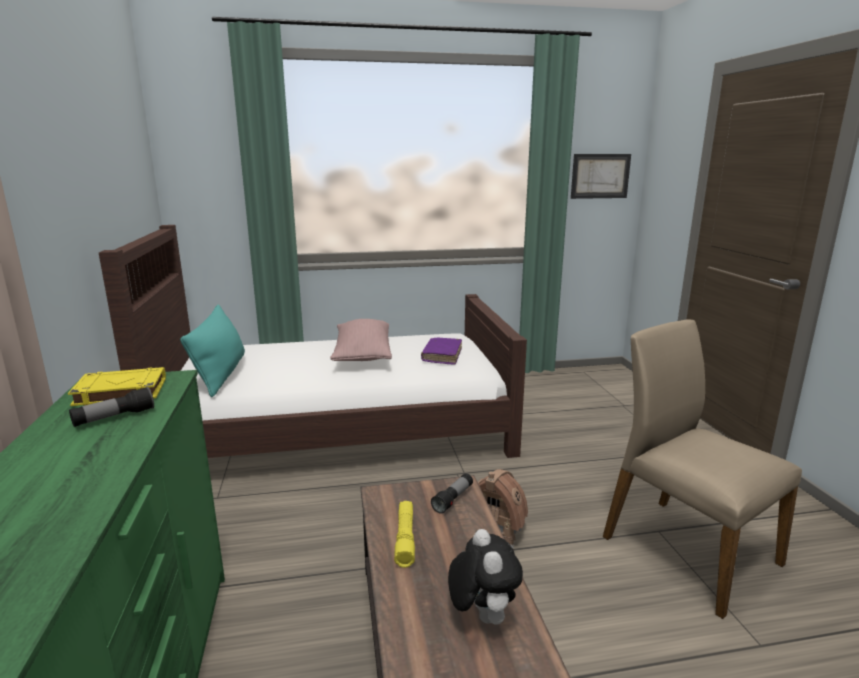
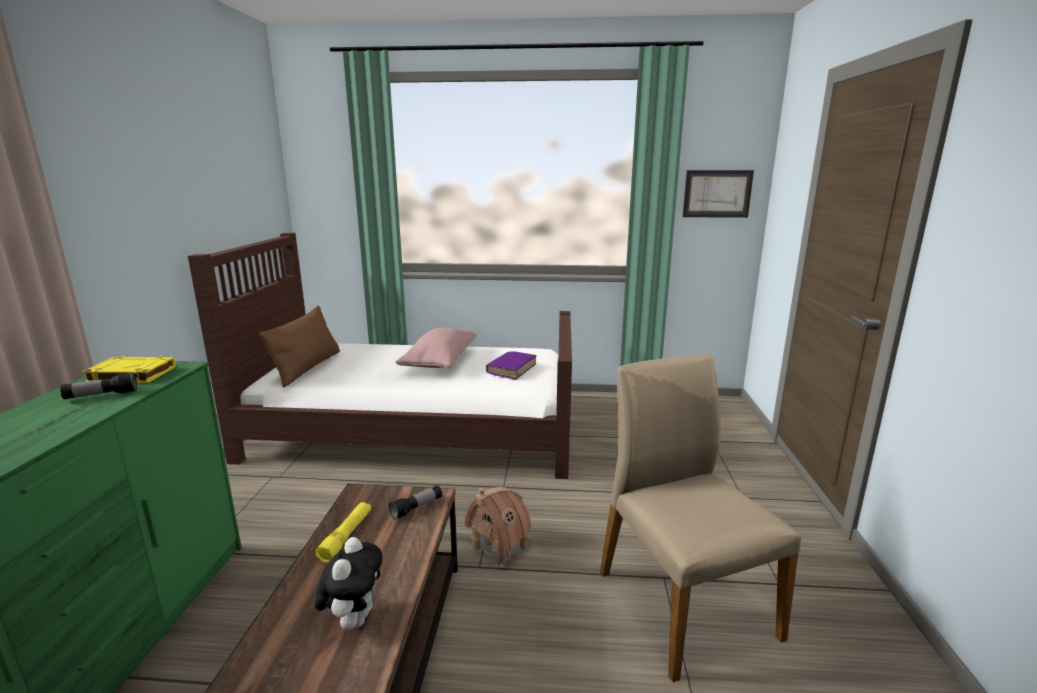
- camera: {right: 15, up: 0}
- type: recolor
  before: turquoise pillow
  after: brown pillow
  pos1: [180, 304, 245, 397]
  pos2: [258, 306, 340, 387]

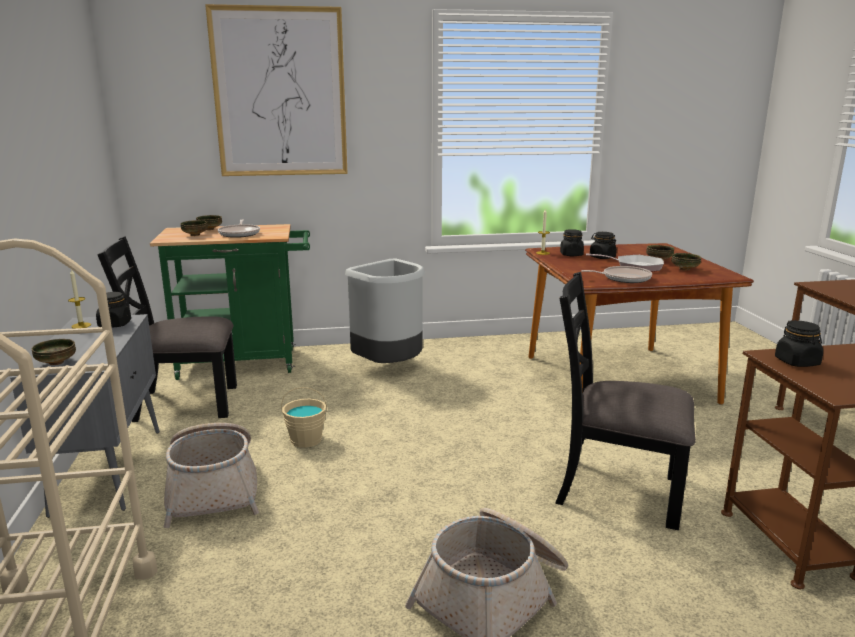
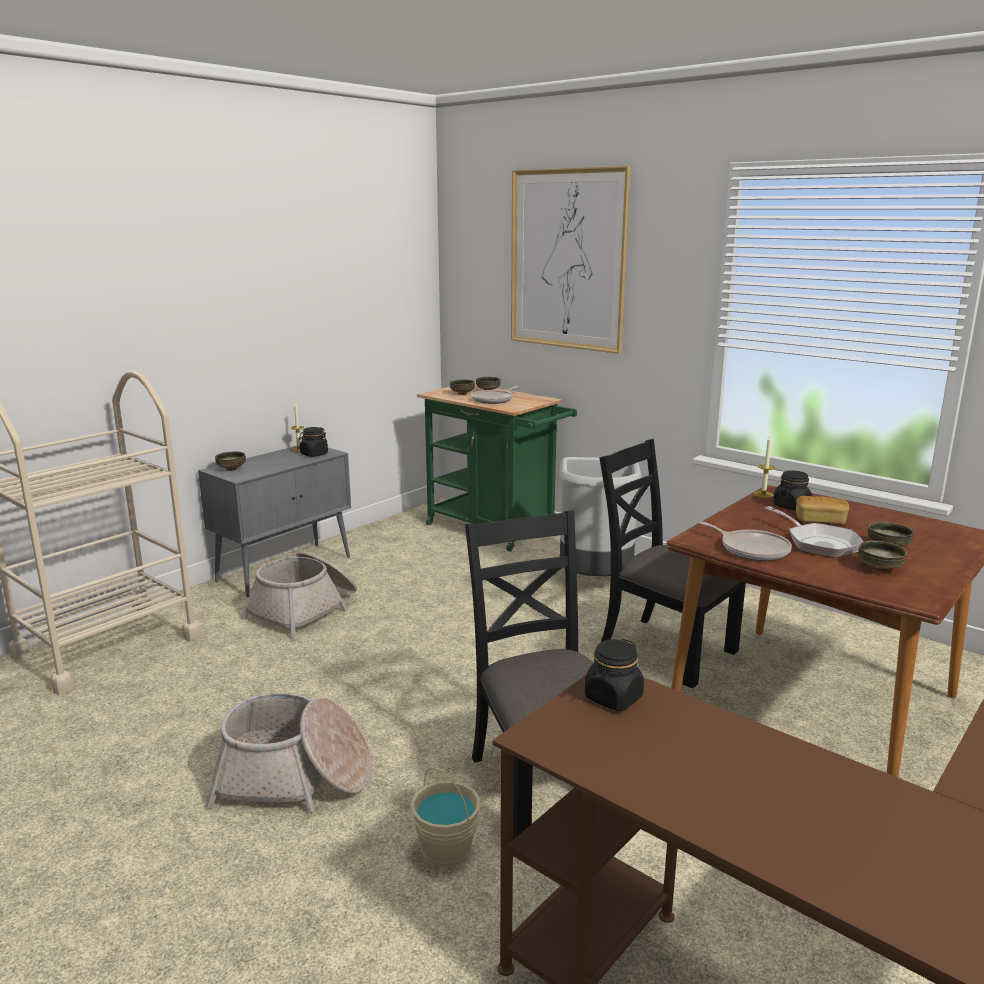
- camera: {right: 50, up: 0}
- type: move
  before: black chair
  pos1: [97, 236, 237, 422]
  pos2: [599, 439, 746, 688]
- type: move
  before: beige bucket
  pos1: [281, 387, 327, 448]
  pos2: [411, 768, 480, 868]
- type: replace
  before: black jar
  after: bread
  pos1: [590, 232, 617, 259]
  pos2: [796, 496, 849, 524]

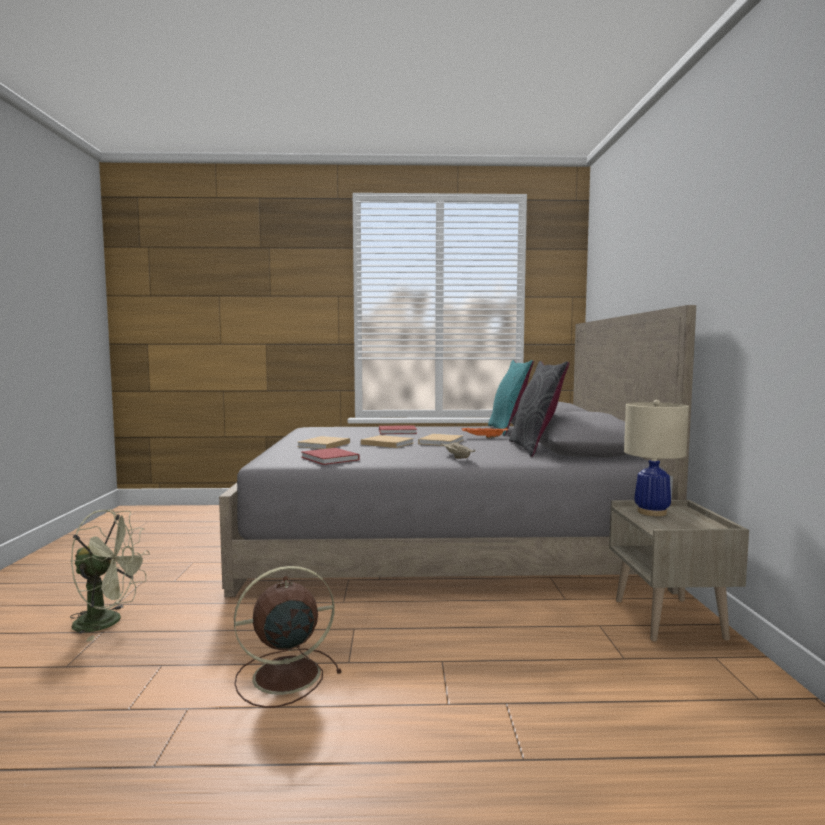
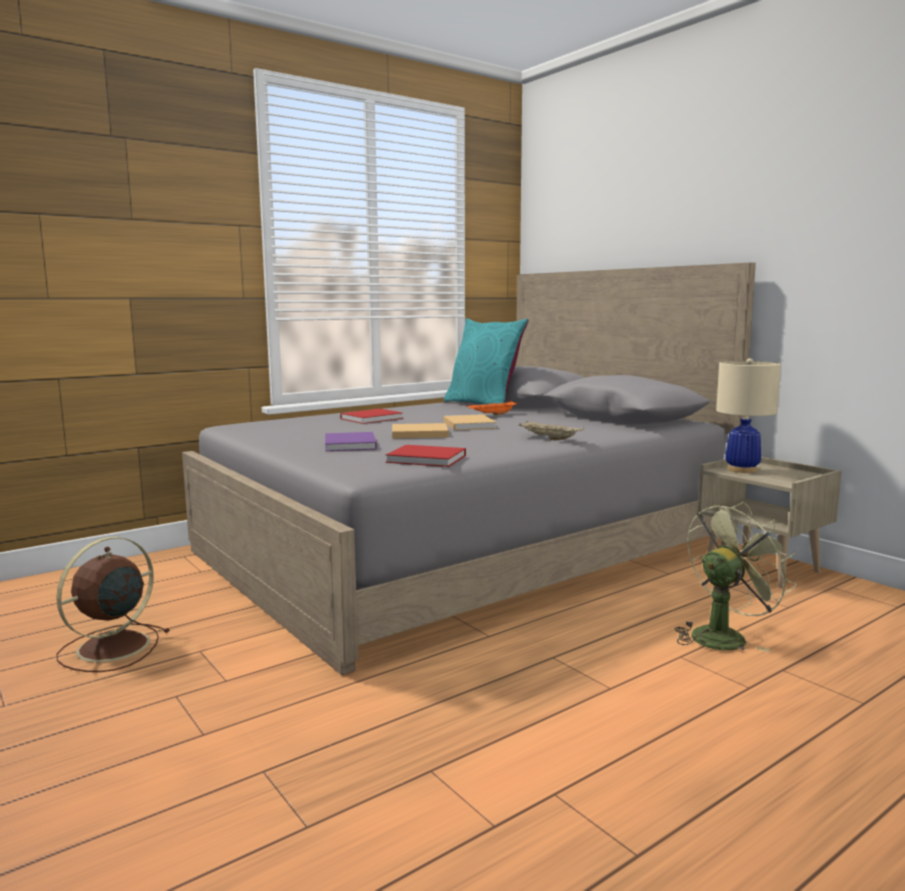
- camera: {right: -35, up: 5}
- type: delete
  before: grey pillow
  pos1: [509, 361, 569, 457]
- type: move
  before: green fan
  pos1: [70, 509, 150, 642]
  pos2: [675, 502, 797, 652]
- type: move
  before: brown fan
  pos1: [234, 566, 342, 708]
  pos2: [56, 537, 170, 672]
- type: recolor
  before: beige book
  after: purple book
  pos1: [297, 436, 350, 449]
  pos2: [325, 432, 377, 451]

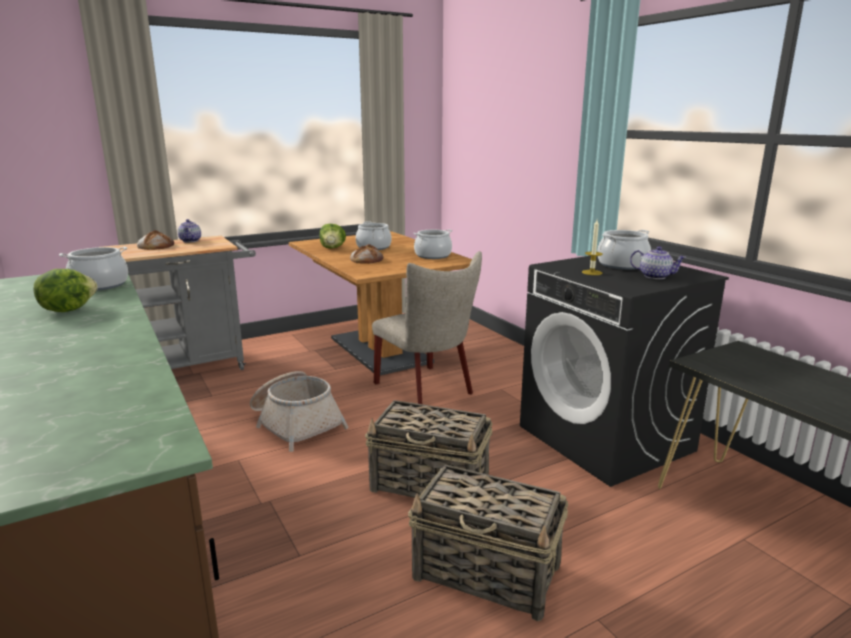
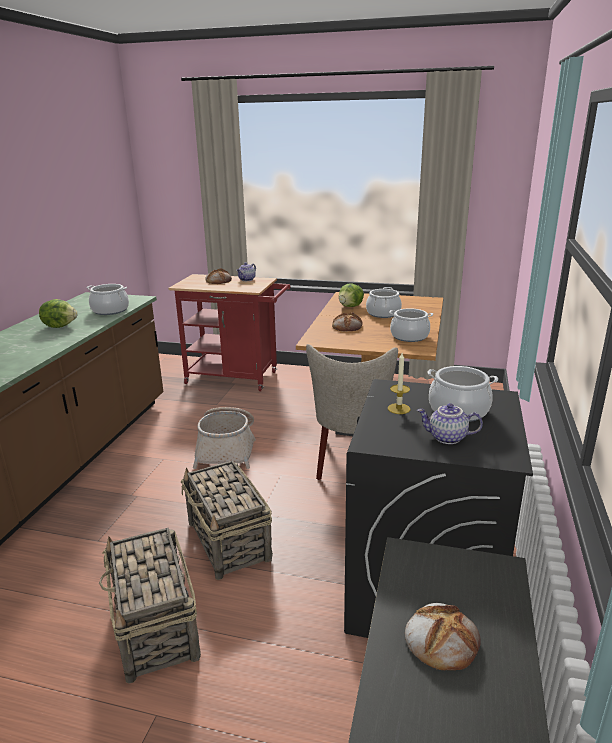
- camera: {right: 45, up: 5}
- type: insert
  after: bread
  pos2: [405, 603, 481, 670]
- type: recolor
  before: grey cart
  after: red cart
  pos1: [104, 236, 256, 370]
  pos2: [168, 274, 291, 391]
- type: rotate
  before: teapot
  pos1: [630, 246, 687, 279]
  pos2: [417, 403, 483, 444]
  turn: 120

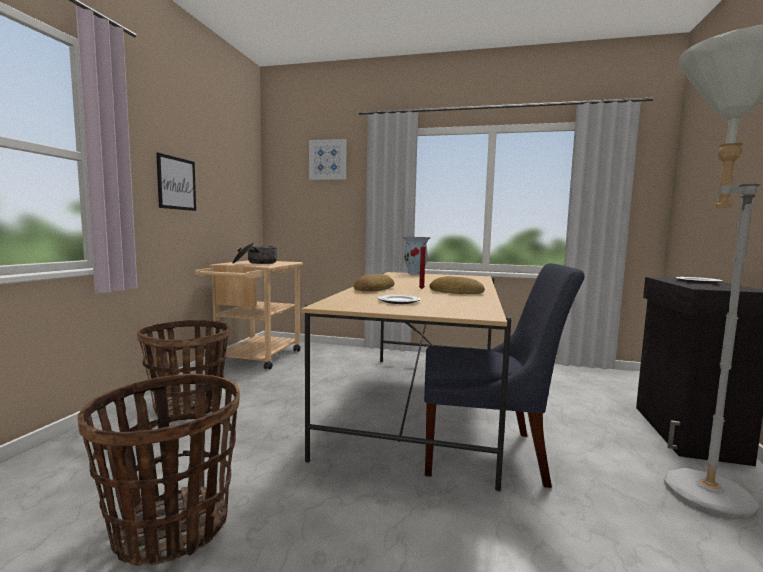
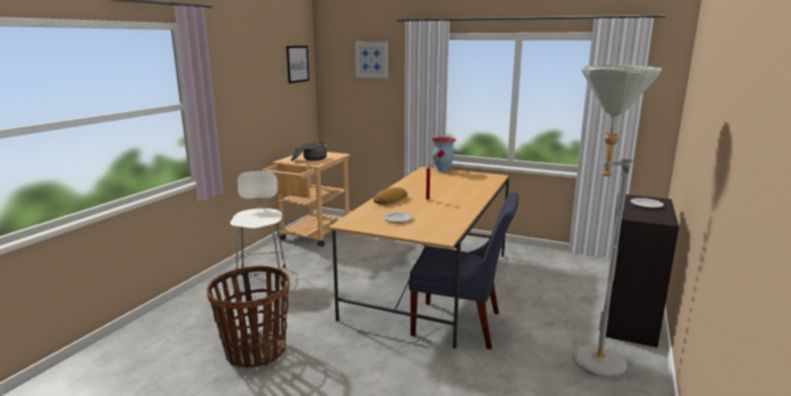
- camera: {right: 10, up: 10}
- type: delete
  before: bread
  pos1: [429, 276, 485, 294]
- type: move
  before: picture
  pos1: [156, 153, 196, 211]
  pos2: [286, 46, 309, 83]
- type: replace
  before: basket
  after: white stool
  pos1: [137, 320, 230, 417]
  pos2: [230, 171, 286, 287]

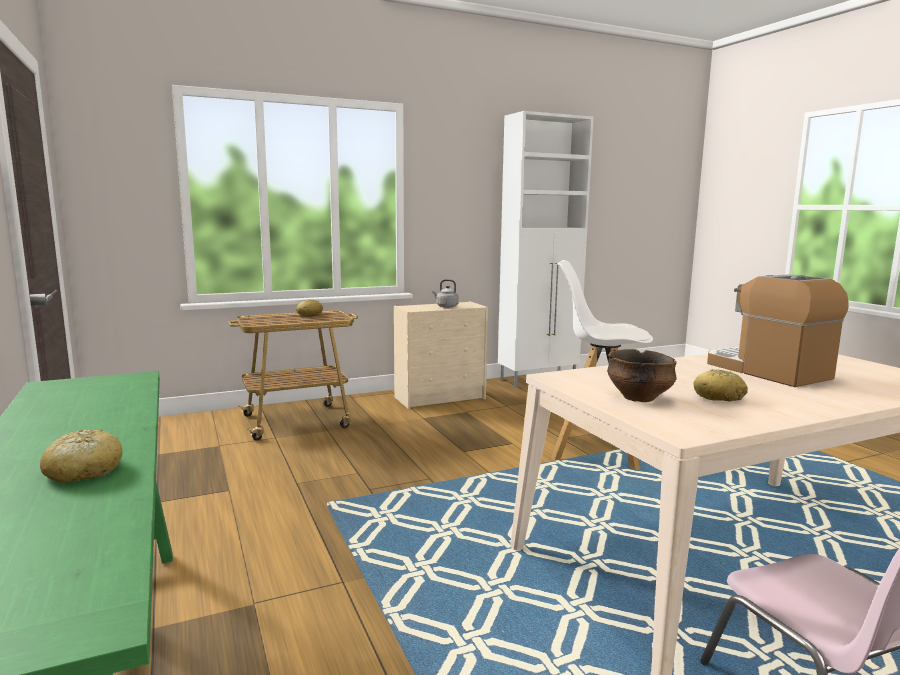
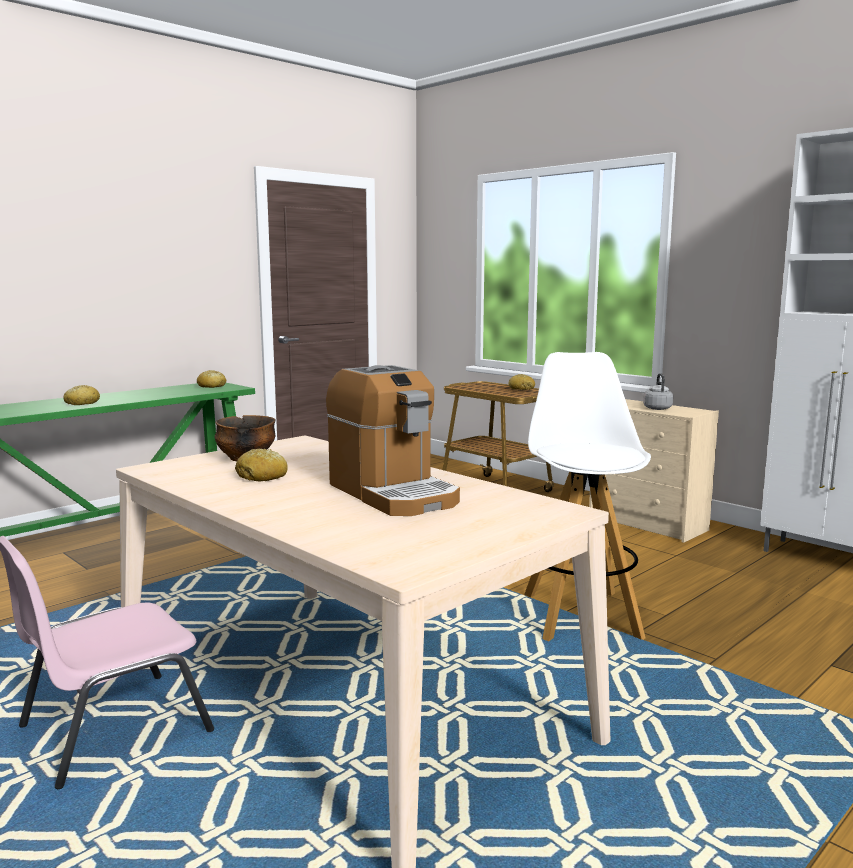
- camera: {right: 70, up: 0}
- type: insert
  after: bread
  pos2: [197, 370, 227, 388]
- type: rotate
  before: coffee machine
  pos1: [707, 274, 849, 387]
  pos2: [326, 365, 460, 516]
  turn: 105

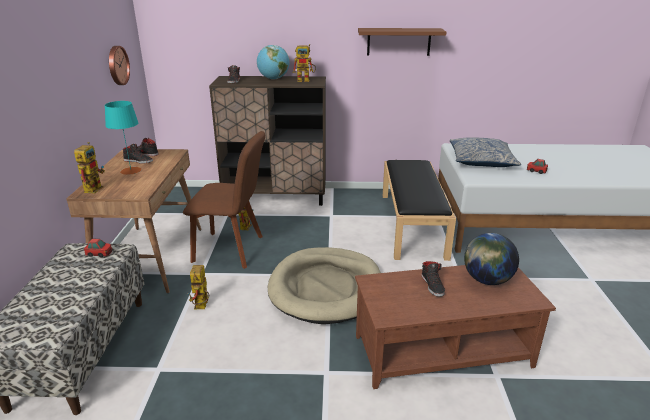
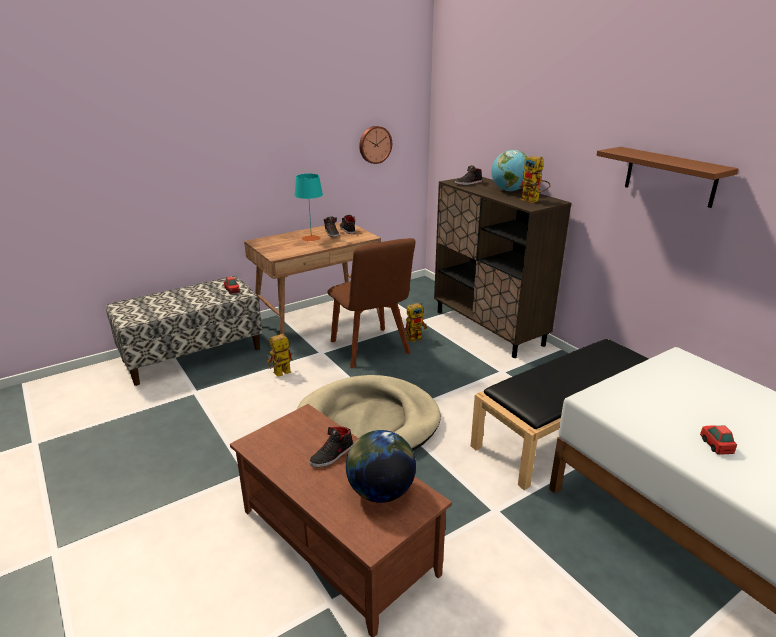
- camera: {right: 55, up: 0}
- type: delete
  before: toy robot
  pos1: [74, 142, 105, 193]
- type: delete
  before: pillow
  pos1: [450, 137, 521, 167]

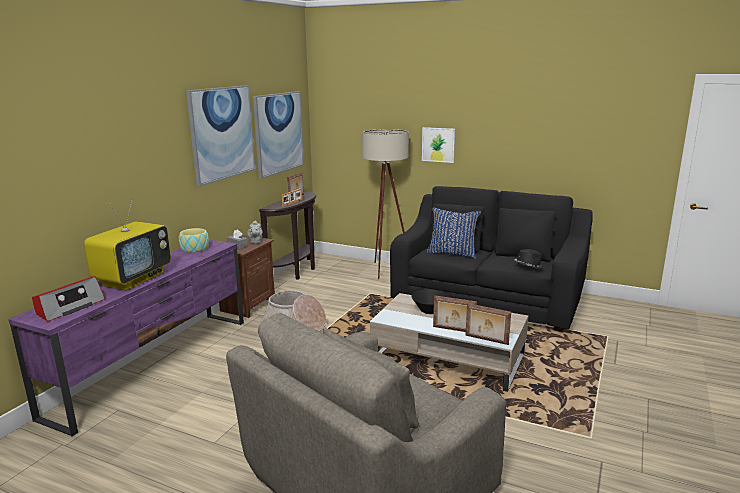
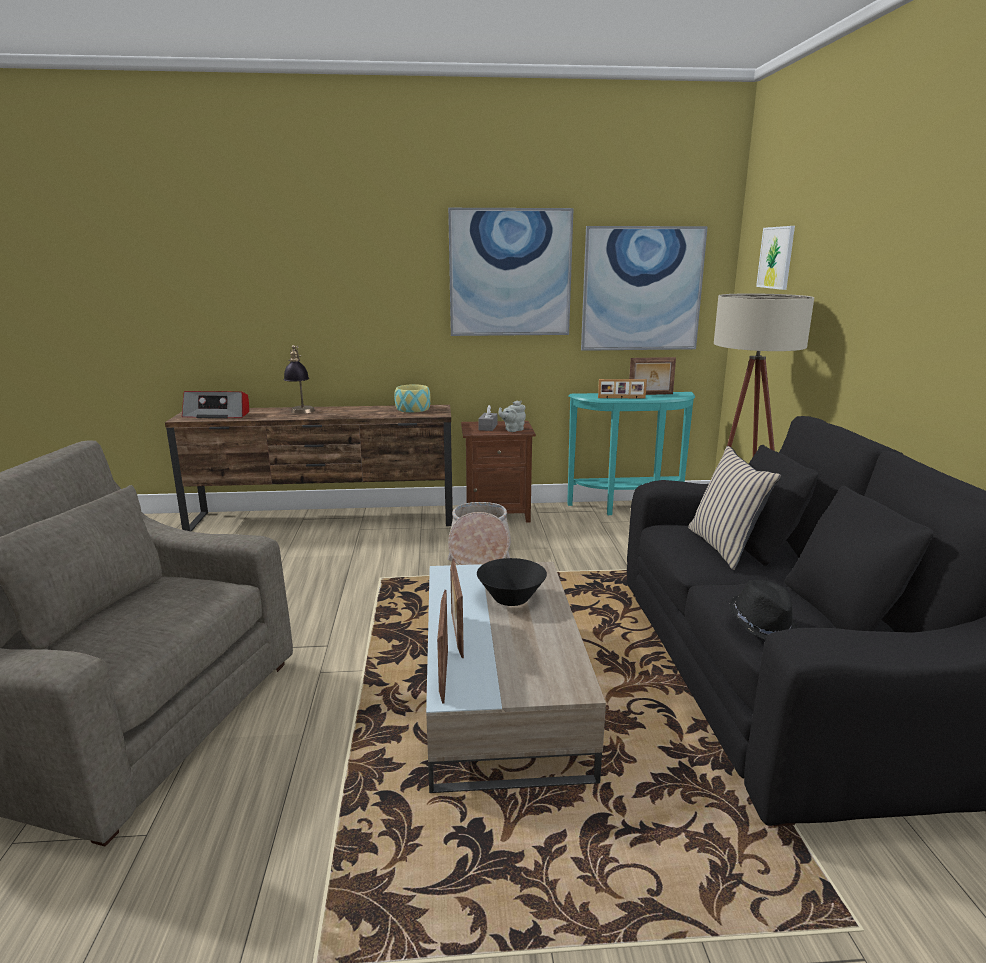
- camera: {right: 60, up: 0}
- type: move
  before: picture
  pos1: [422, 127, 455, 163]
  pos2: [756, 226, 795, 290]
- type: replace
  before: television
  after: table lamp
  pos1: [84, 198, 171, 290]
  pos2: [284, 345, 315, 414]
- type: recolor
  before: purple tv stand
  after: brown tv stand
  pos1: [8, 240, 244, 437]
  pos2: [165, 405, 453, 532]
- type: recolor
  before: brown console table
  after: turquoise console table
  pos1: [259, 191, 316, 280]
  pos2: [567, 392, 695, 515]
- type: recolor
  before: blue pillow
  after: beige pillow
  pos1: [427, 207, 481, 259]
  pos2: [688, 446, 781, 570]

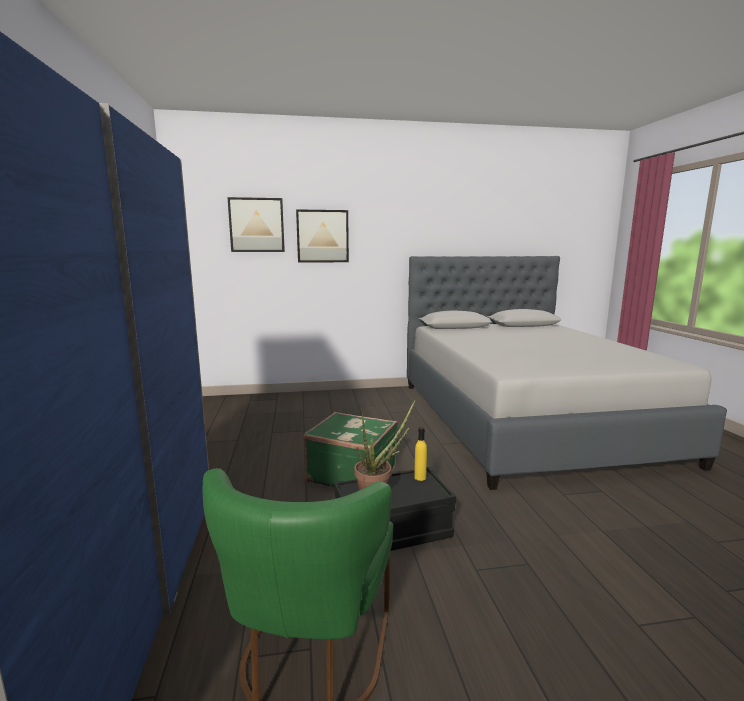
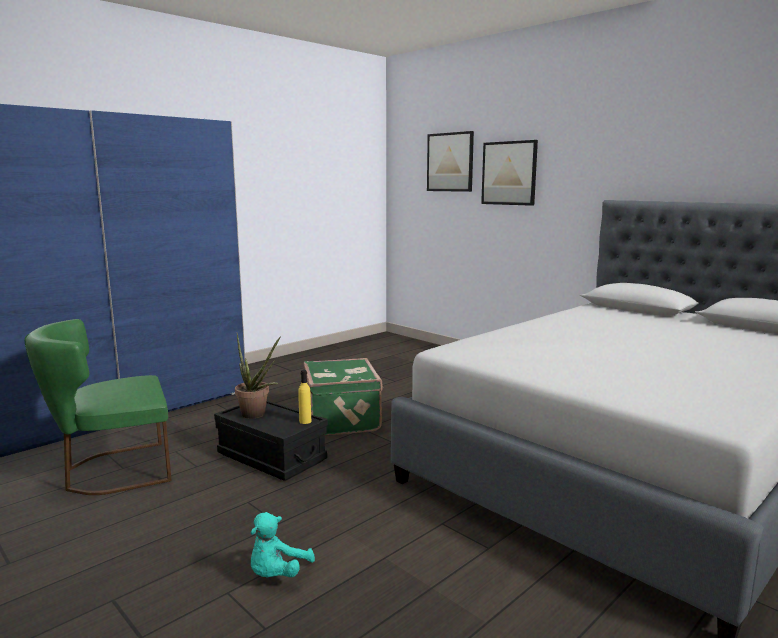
- camera: {right: 55, up: 0}
- type: insert
  after: turquoise plush toy
  pos2: [250, 512, 315, 577]

